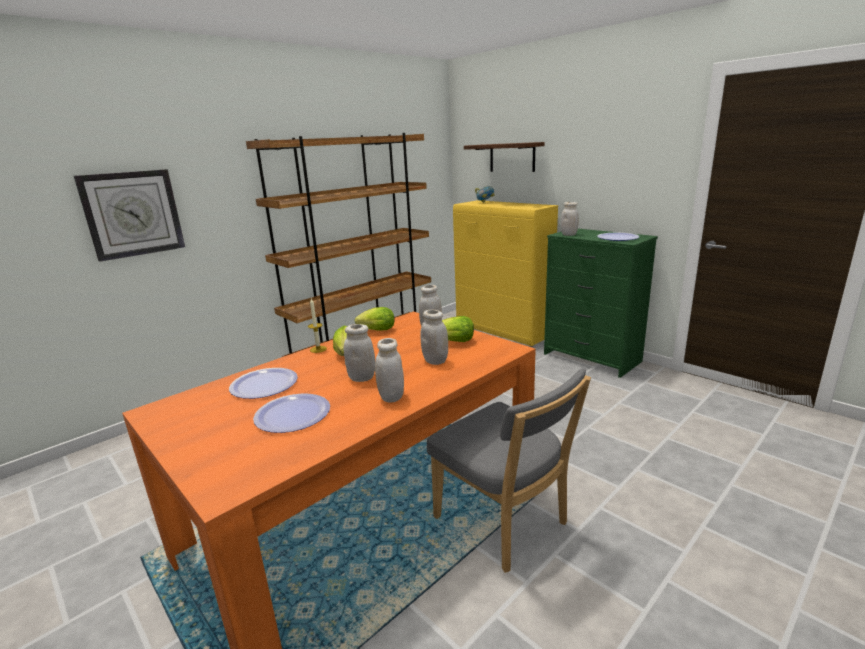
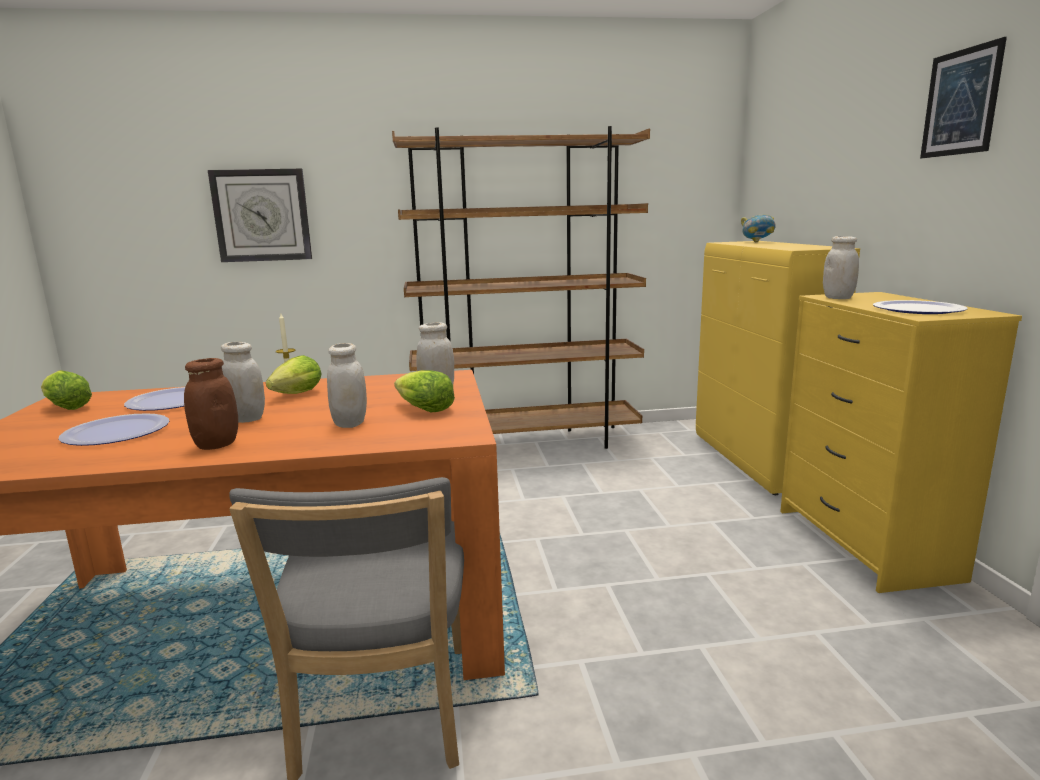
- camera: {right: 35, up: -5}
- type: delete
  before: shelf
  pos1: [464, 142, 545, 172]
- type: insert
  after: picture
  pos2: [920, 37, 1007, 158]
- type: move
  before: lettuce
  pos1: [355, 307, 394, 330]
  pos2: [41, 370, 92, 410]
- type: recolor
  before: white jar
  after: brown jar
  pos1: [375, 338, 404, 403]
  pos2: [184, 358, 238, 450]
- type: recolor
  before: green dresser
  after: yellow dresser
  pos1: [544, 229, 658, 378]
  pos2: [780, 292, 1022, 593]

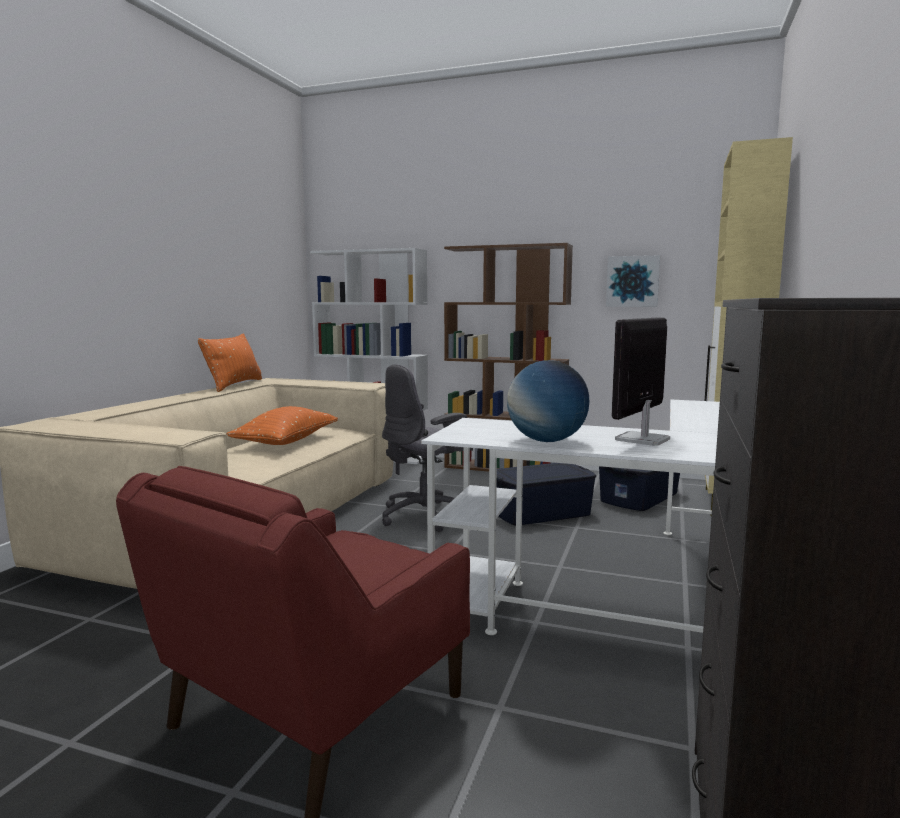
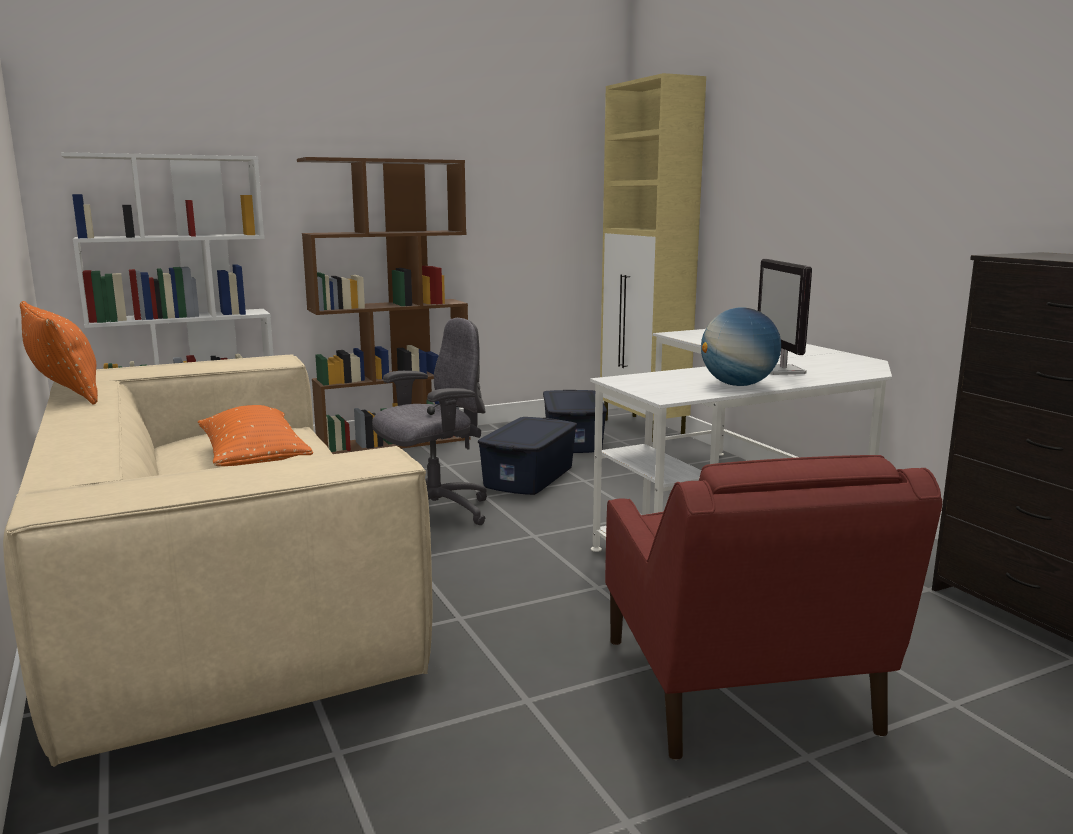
- camera: {right: -45, up: 5}
- type: delete
  before: picture
  pos1: [606, 255, 660, 307]
- type: rotate
  before: grey office chair
  pos1: [382, 364, 473, 532]
  pos2: [372, 318, 487, 525]
  turn: -135

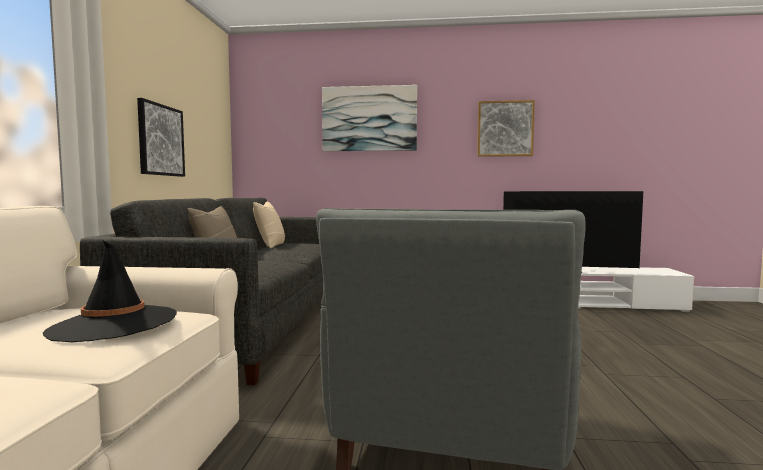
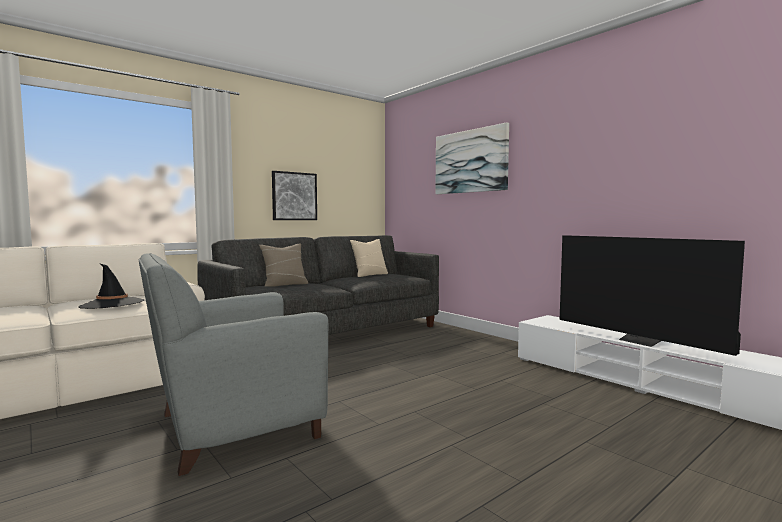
- camera: {right: 45, up: 0}
- type: delete
  before: picture
  pos1: [477, 100, 535, 157]

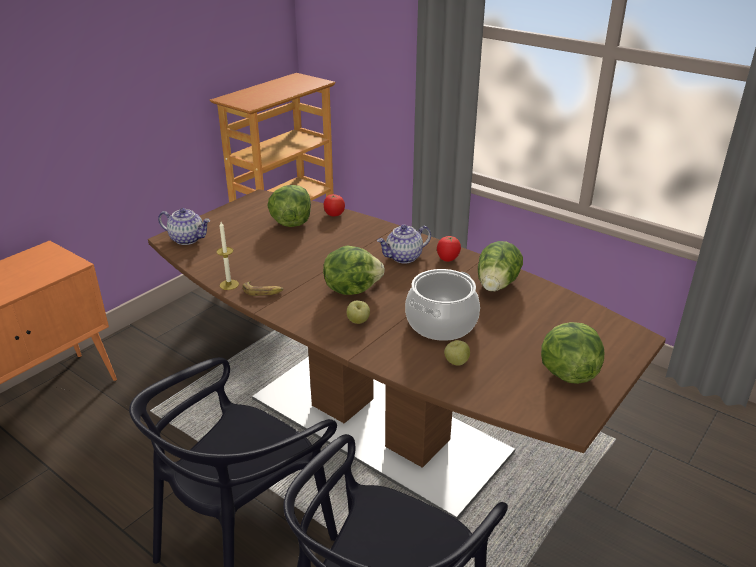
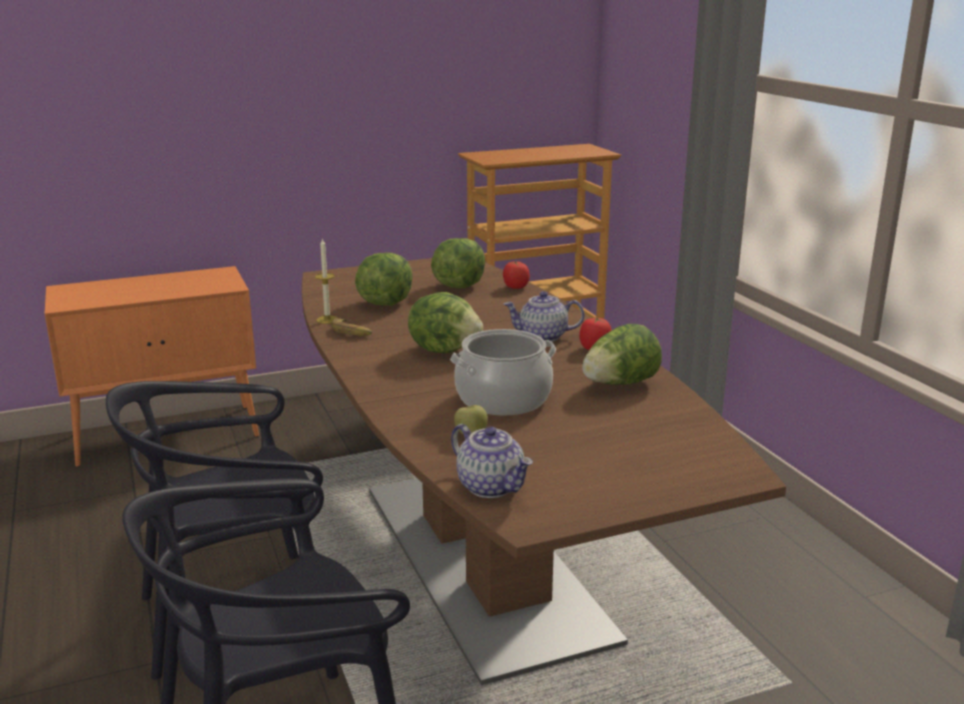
- camera: {right: 30, up: -10}
- type: delete
  before: apple
  pos1: [347, 301, 370, 324]
- type: move
  before: teapot
  pos1: [158, 208, 211, 245]
  pos2: [451, 424, 533, 498]
- type: move
  before: lettuce
  pos1: [541, 322, 604, 384]
  pos2: [355, 253, 412, 306]

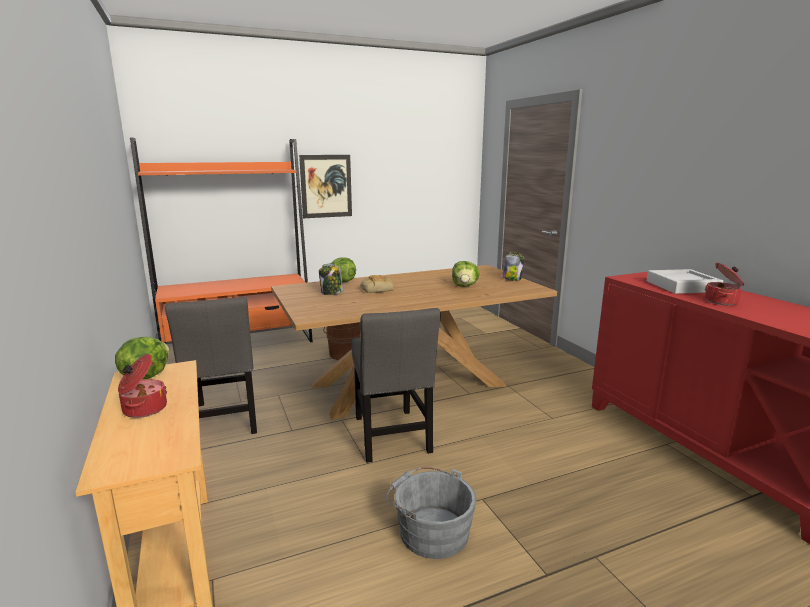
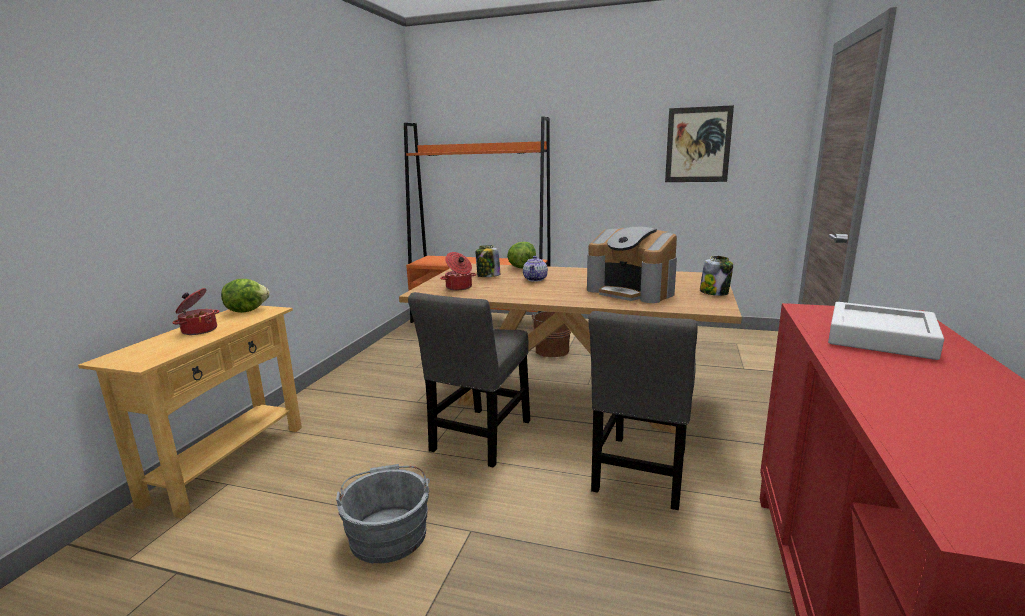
- camera: {right: 40, up: 0}
- type: move
  before: grey chair
  pos1: [165, 297, 257, 434]
  pos2: [589, 311, 698, 510]
- type: move
  before: picture
  pos1: [299, 155, 352, 218]
  pos2: [665, 105, 734, 182]
- type: move
  before: cooking pot
  pos1: [705, 263, 744, 305]
  pos2: [440, 252, 476, 290]
- type: replace
  before: bread
  after: teapot
  pos1: [360, 275, 394, 293]
  pos2: [523, 256, 548, 282]
- type: replace
  before: lettuce
  after: coffee machine
  pos1: [452, 261, 480, 287]
  pos2: [587, 226, 677, 303]

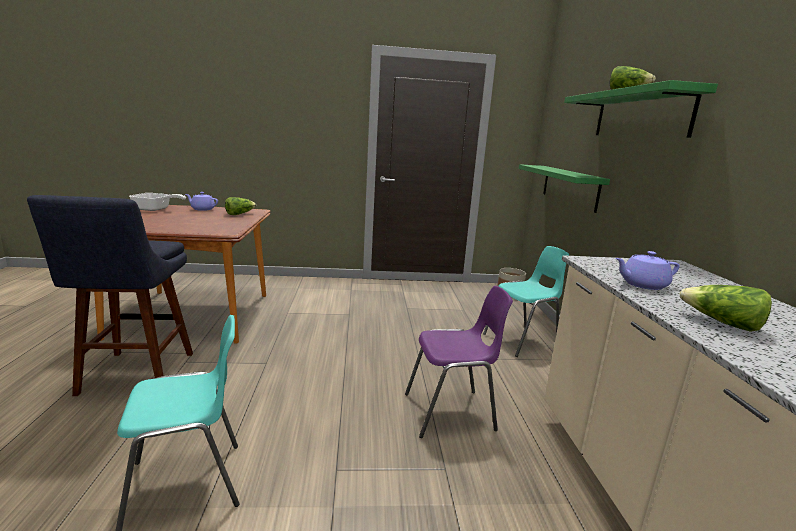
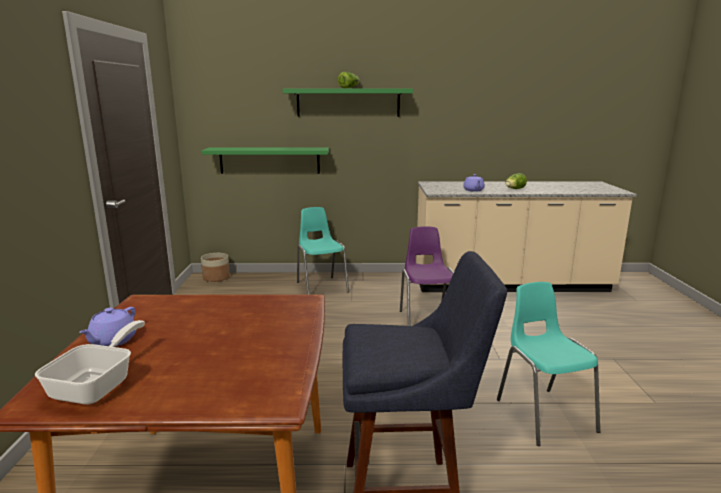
- camera: {right: -85, up: 0}
- type: delete
  before: lettuce
  pos1: [225, 197, 256, 215]

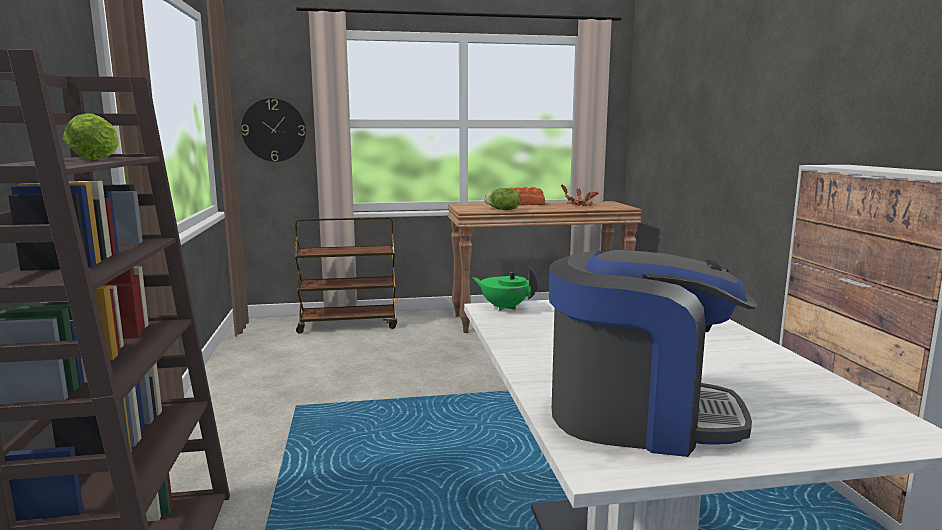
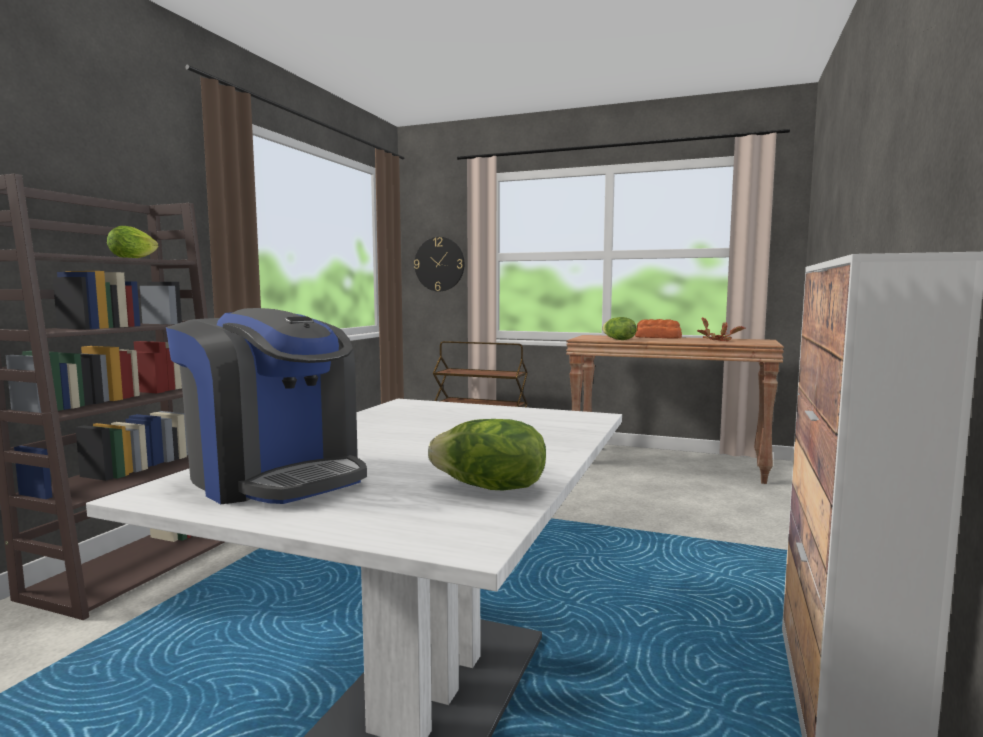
- camera: {right: 30, up: -5}
- type: delete
  before: green teapot
  pos1: [472, 268, 538, 311]
- type: insert
  after: lettuce
  pos2: [428, 419, 546, 490]

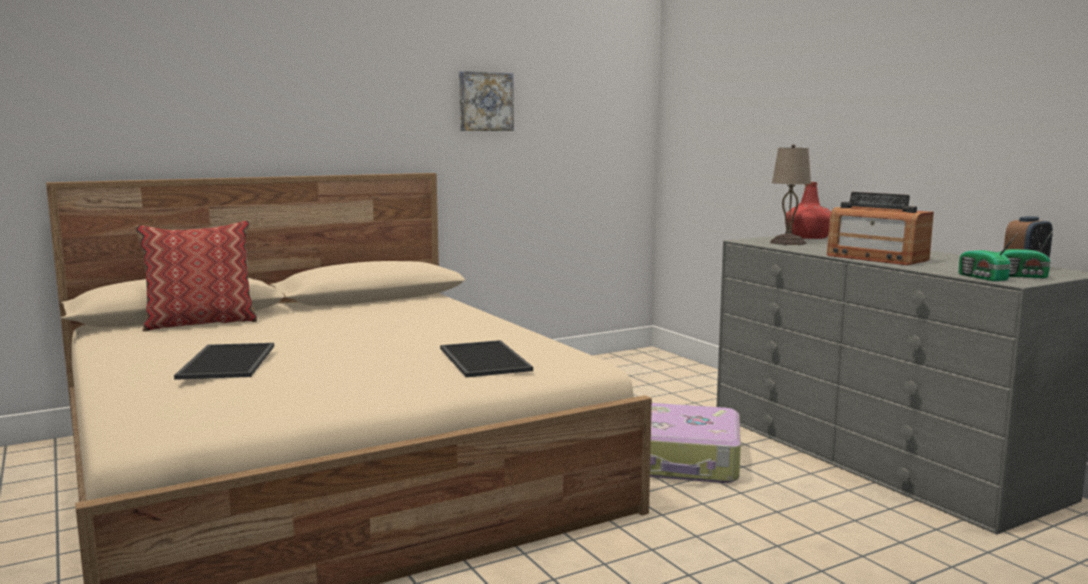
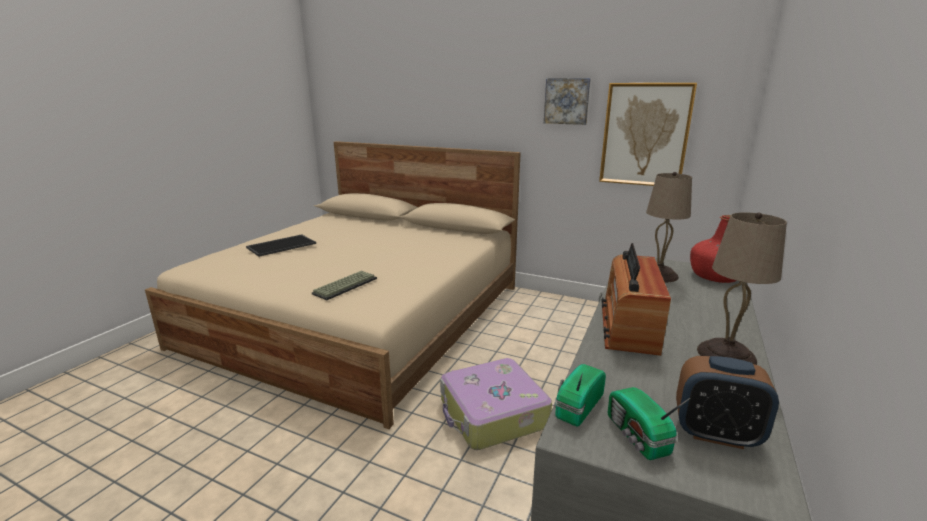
- camera: {right: 55, up: 10}
- type: delete
  before: pillow
  pos1: [135, 220, 257, 331]
- type: insert
  after: picture
  pos2: [599, 83, 697, 186]
- type: insert
  after: beige table lamp
  pos2: [697, 212, 787, 365]
- type: replace
  before: tray
  after: keyboard
  pos1: [440, 340, 533, 377]
  pos2: [312, 271, 377, 300]

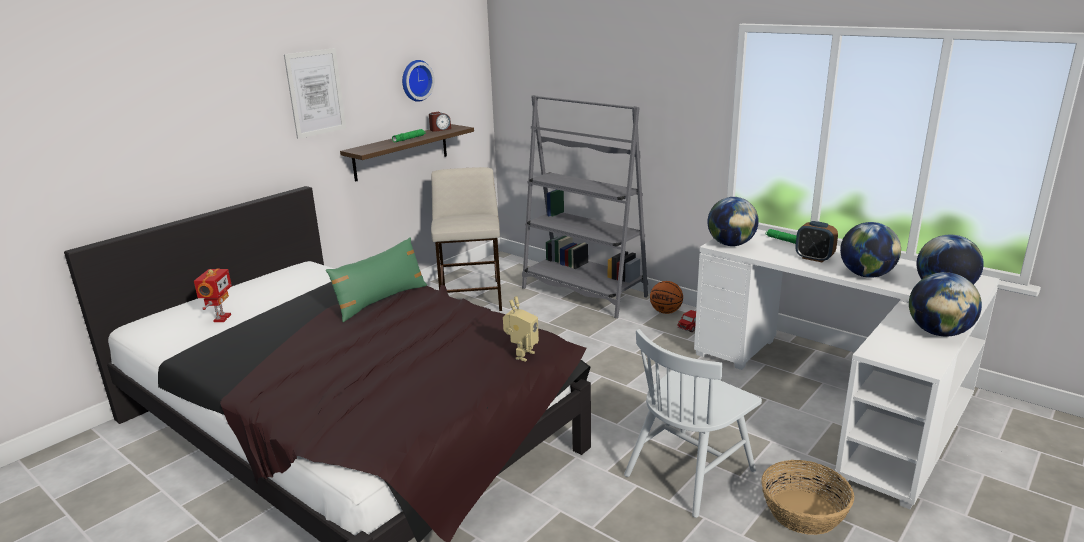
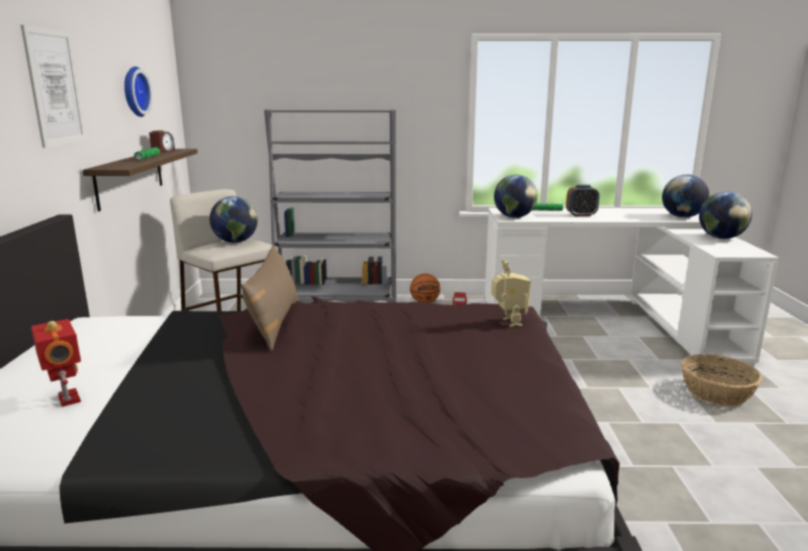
- camera: {right: -40, up: -5}
- type: delete
  before: white chair
  pos1: [624, 329, 762, 518]
- type: move
  before: globe
  pos1: [840, 222, 901, 278]
  pos2: [210, 196, 258, 243]
- type: recolor
  before: green pillow
  after: brown pillow
  pos1: [326, 237, 427, 322]
  pos2: [241, 245, 299, 351]

